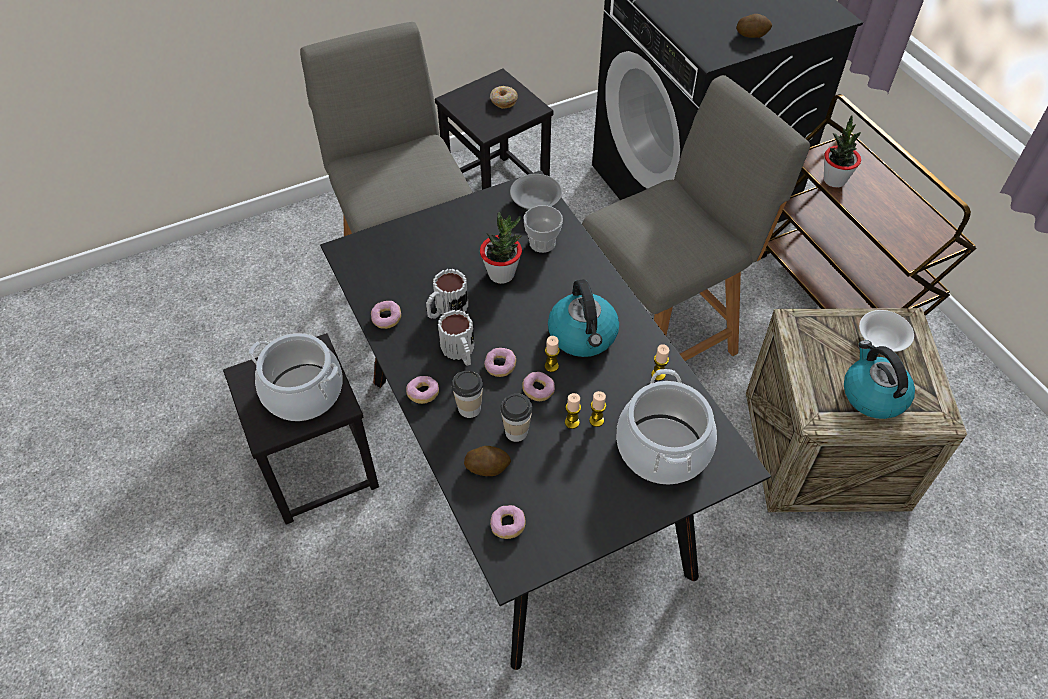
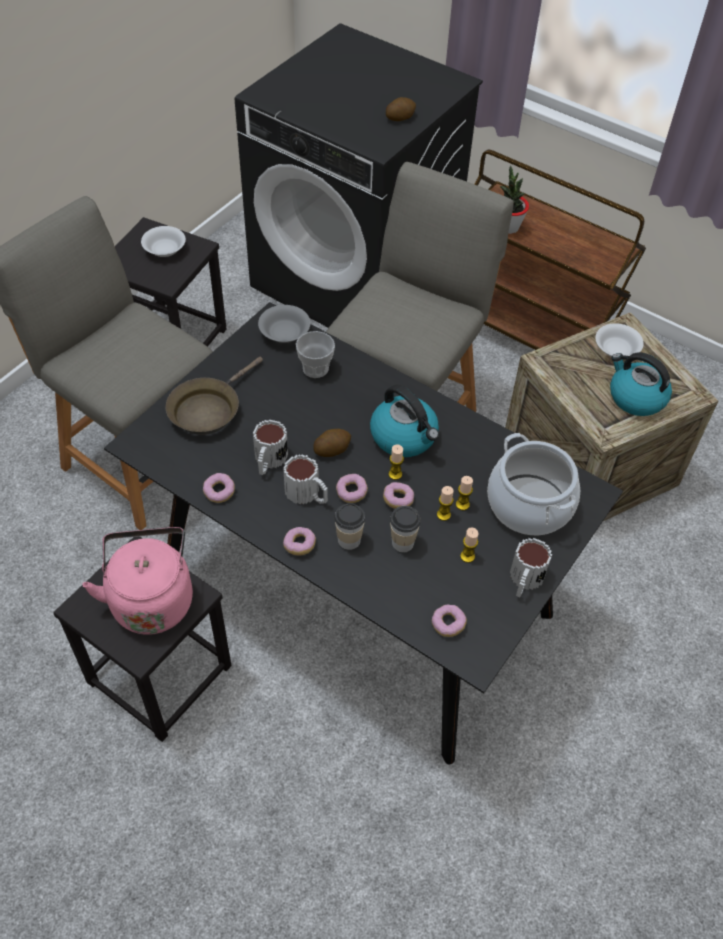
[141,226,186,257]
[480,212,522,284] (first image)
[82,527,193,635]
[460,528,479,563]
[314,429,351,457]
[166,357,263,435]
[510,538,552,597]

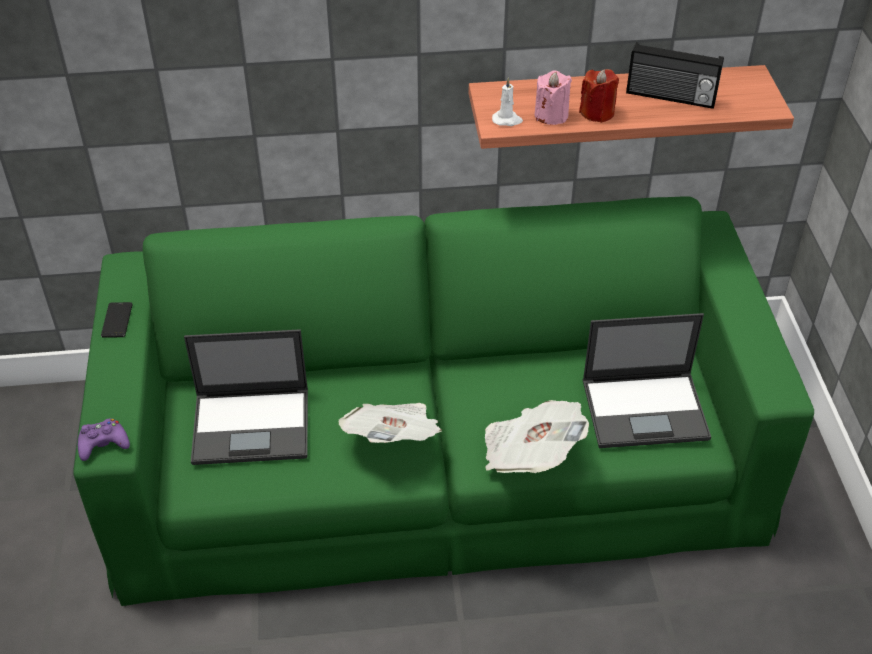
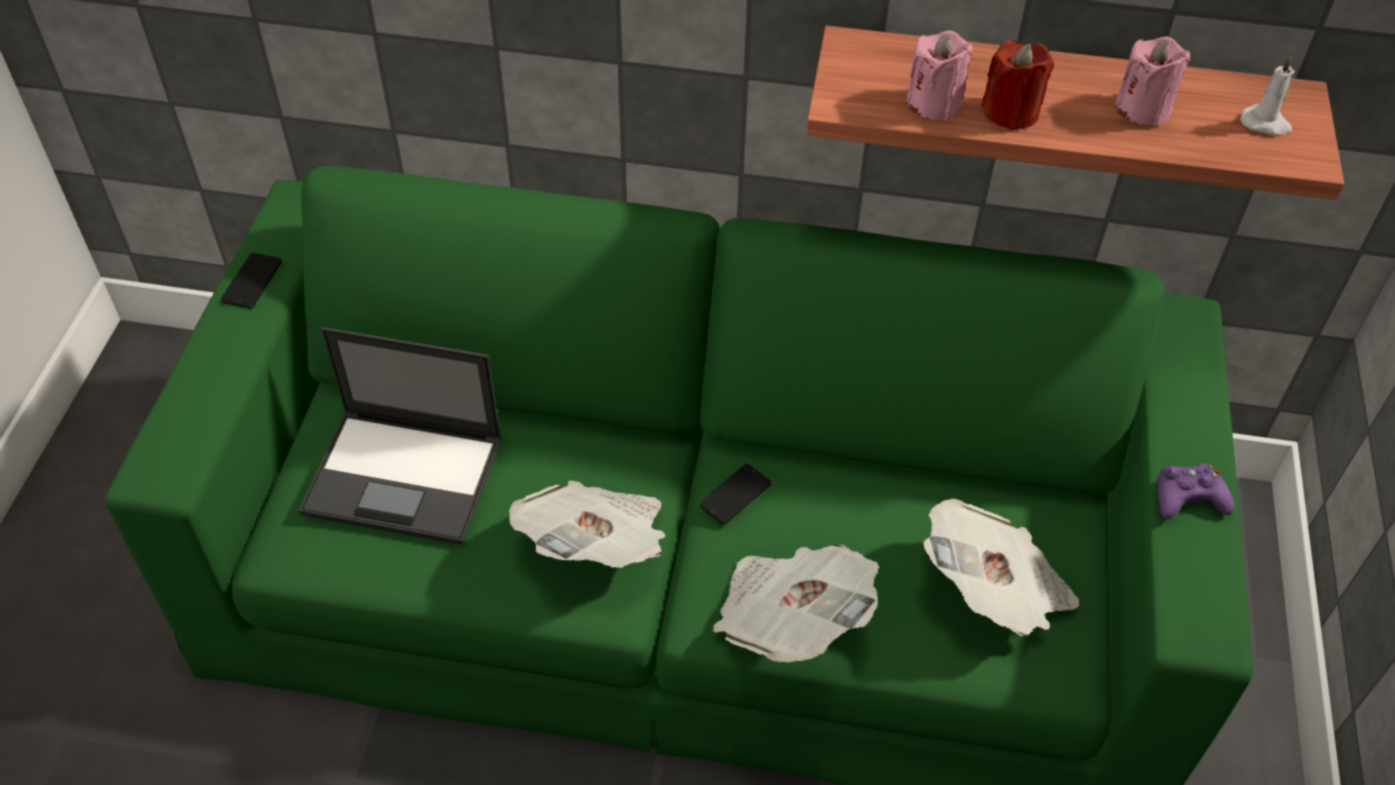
[1114,37,1190,126]
[1241,56,1295,135]
[923,499,1079,636]
[1157,463,1234,519]
[700,464,771,525]

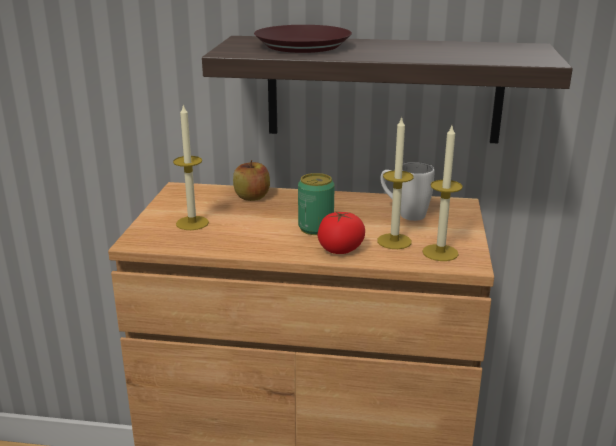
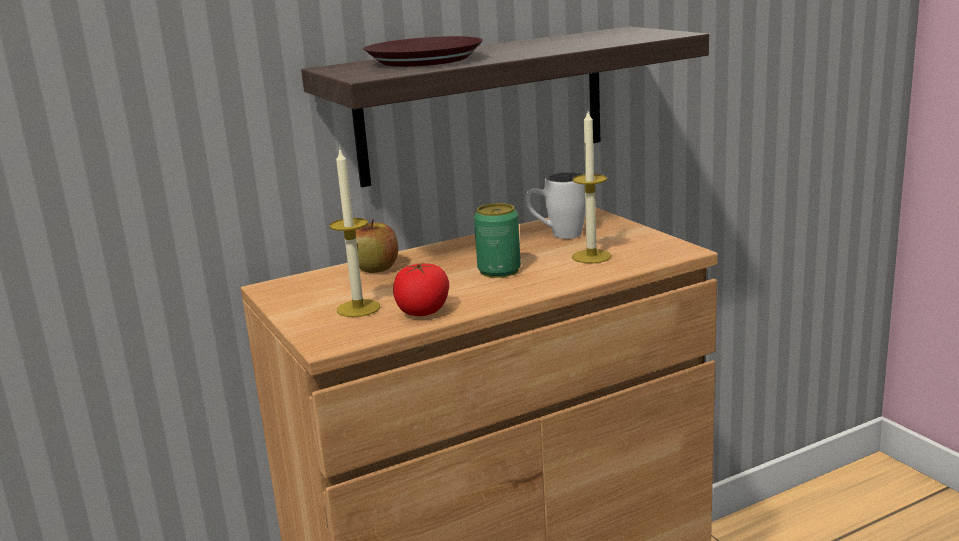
[423,126,463,261] (first image)
[393,263,449,316]

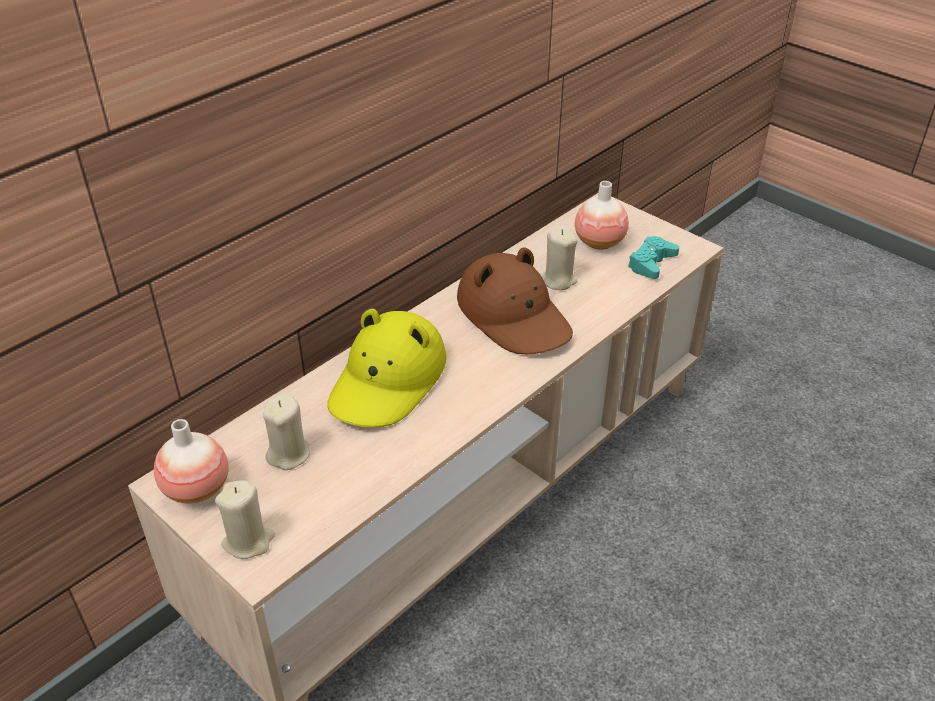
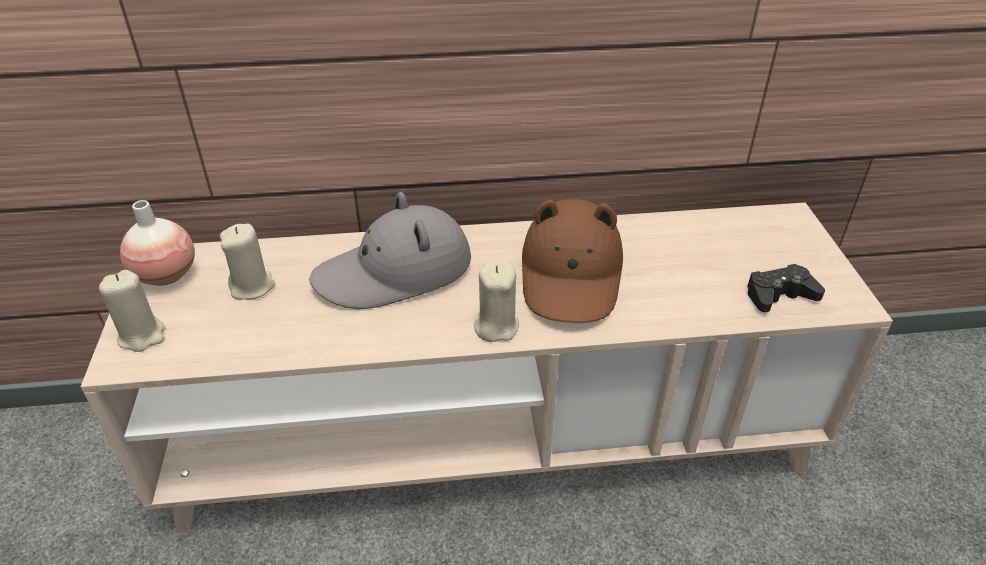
[575,181,629,250] (first image)
[474,260,519,342]
[747,264,825,312]
[309,192,471,309]

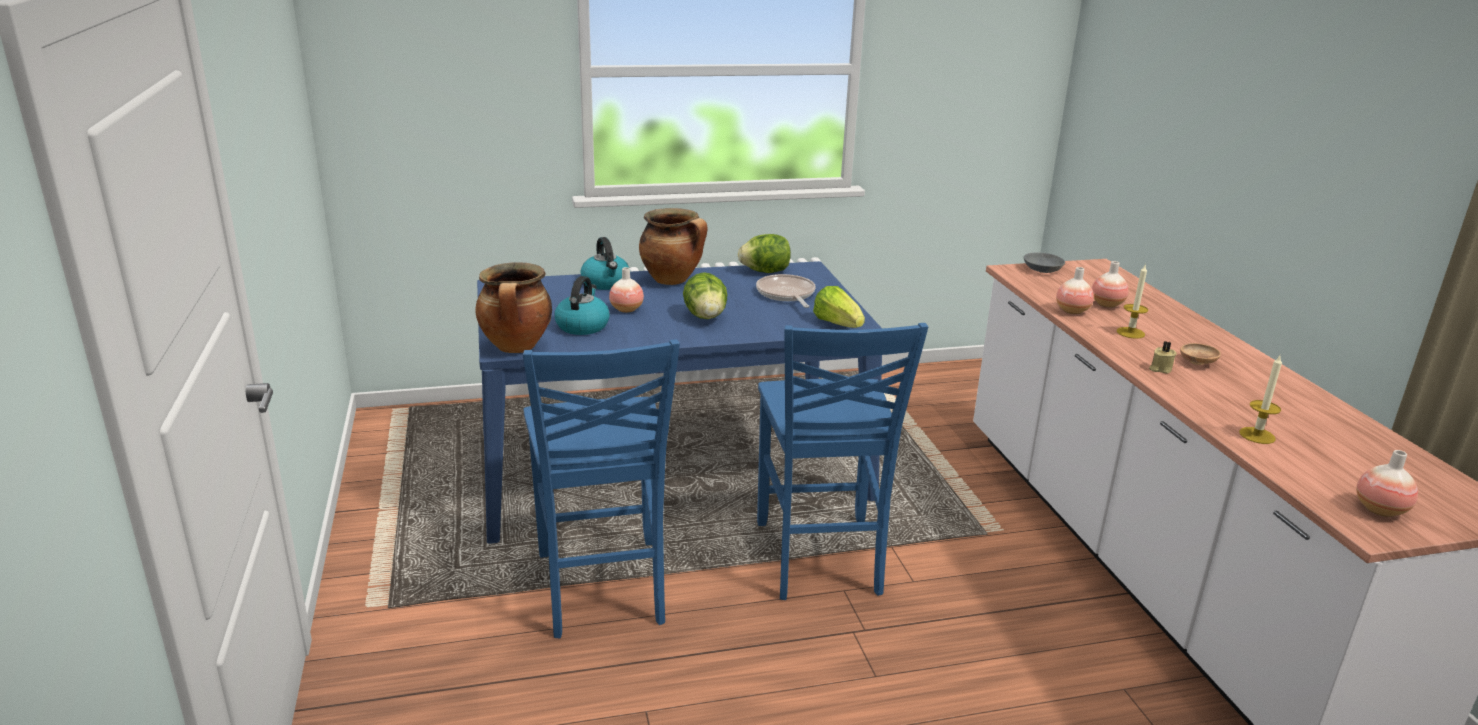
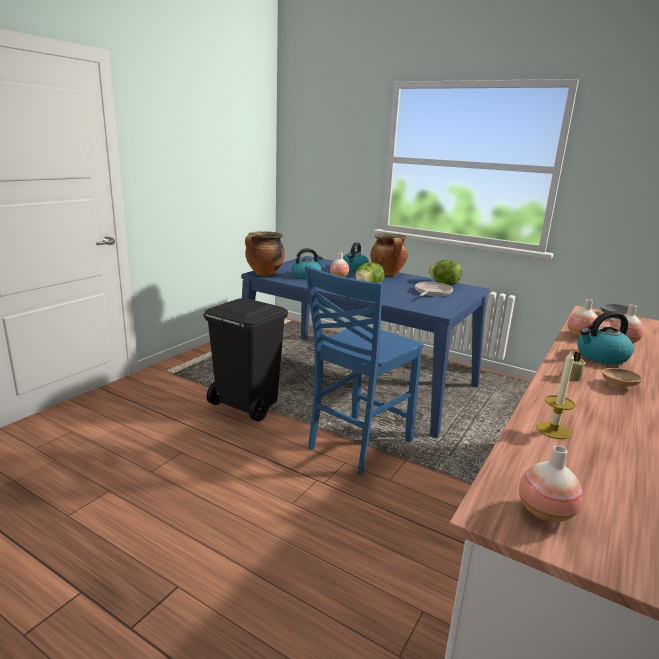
[578,311,634,365]
[813,286,865,328] (first image)
[203,298,288,421]

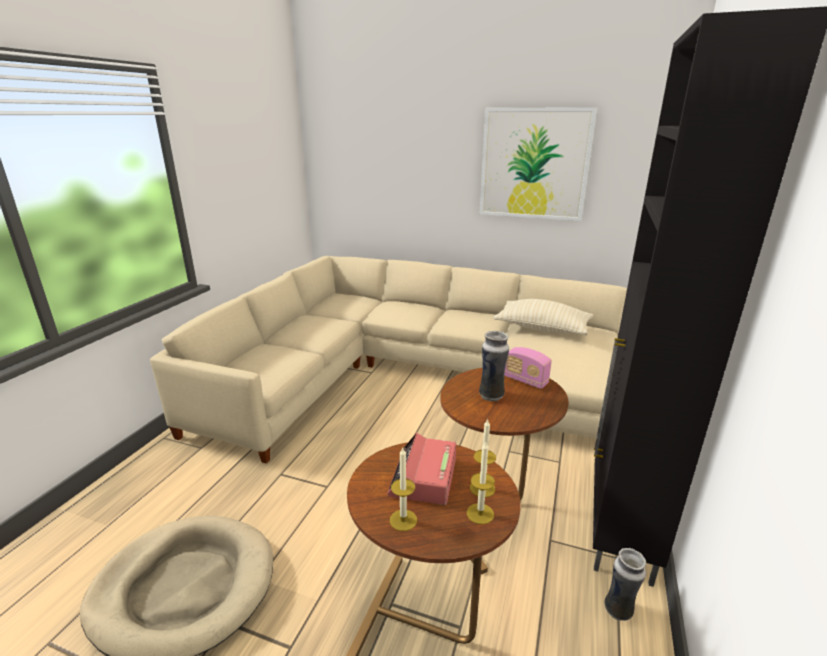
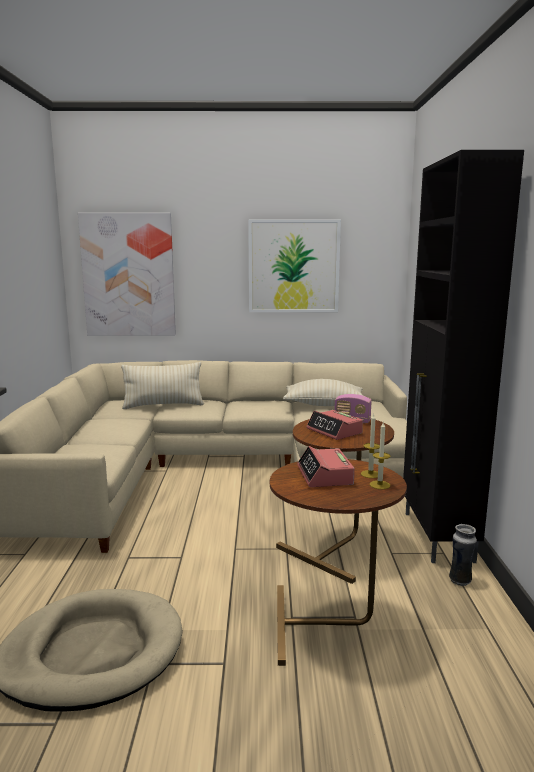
[306,410,363,440]
[390,446,417,531] (first image)
[78,213,176,336]
[121,362,204,409]

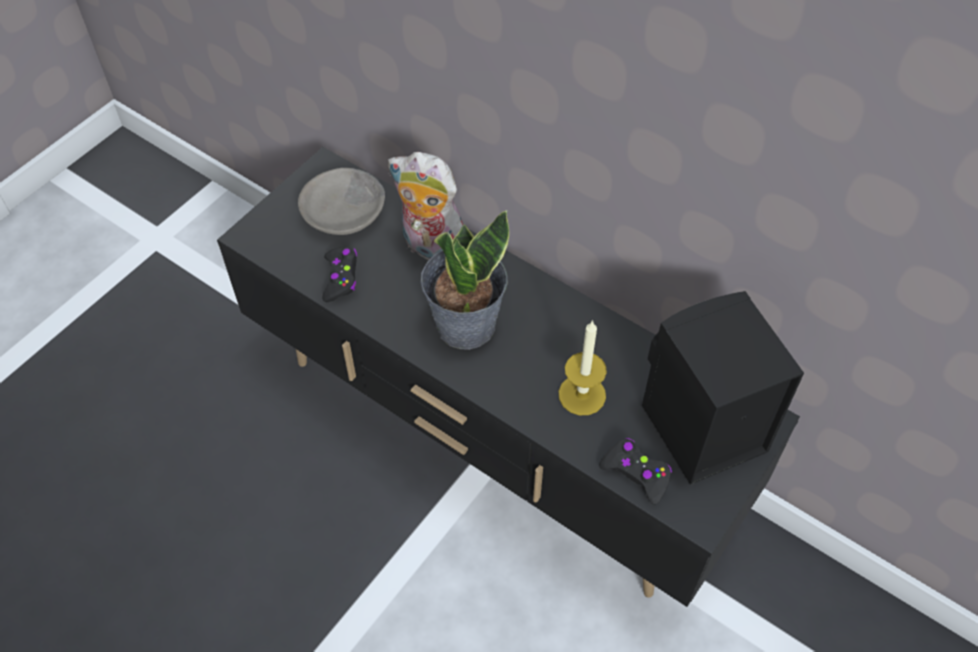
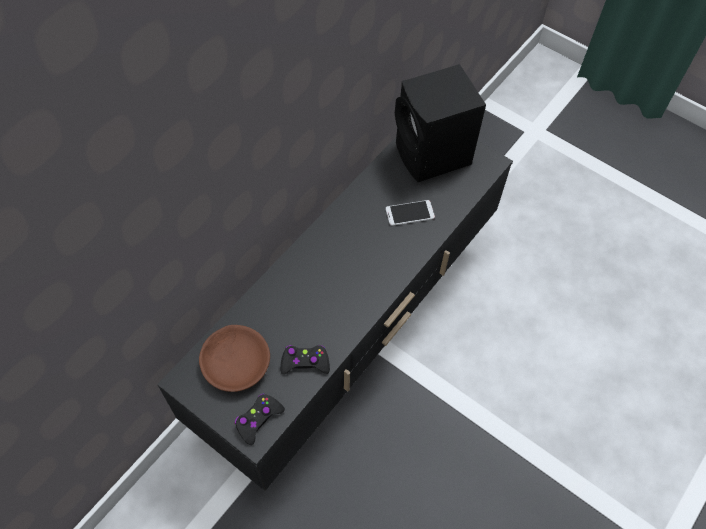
[388,152,463,261] (first image)
[199,325,270,392]
[421,210,509,350] (first image)
[386,200,435,226]
[235,394,285,445]

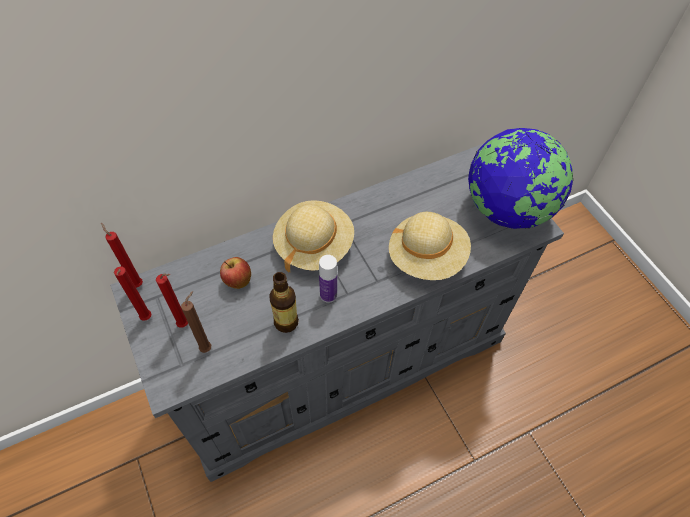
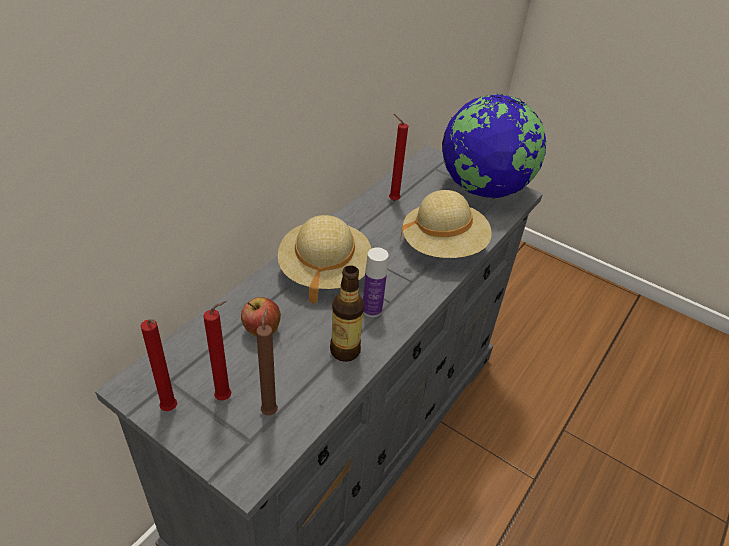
[389,114,408,201]

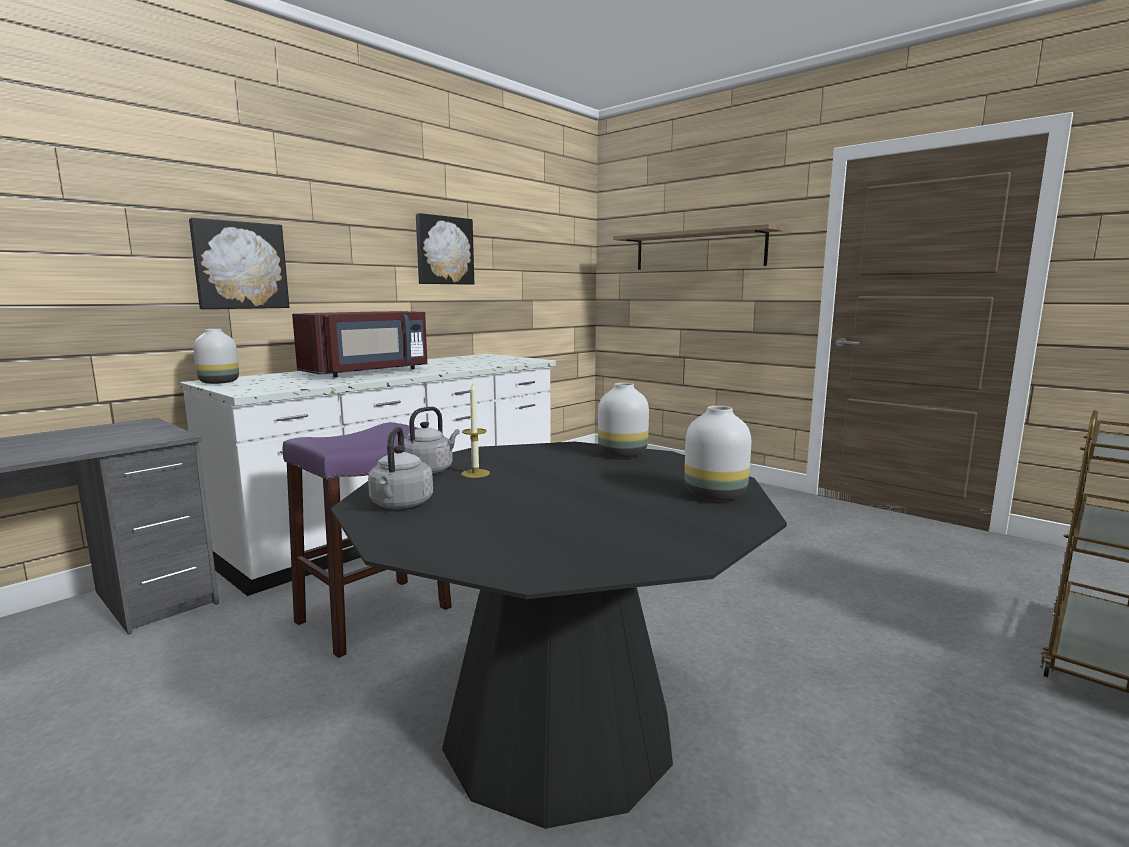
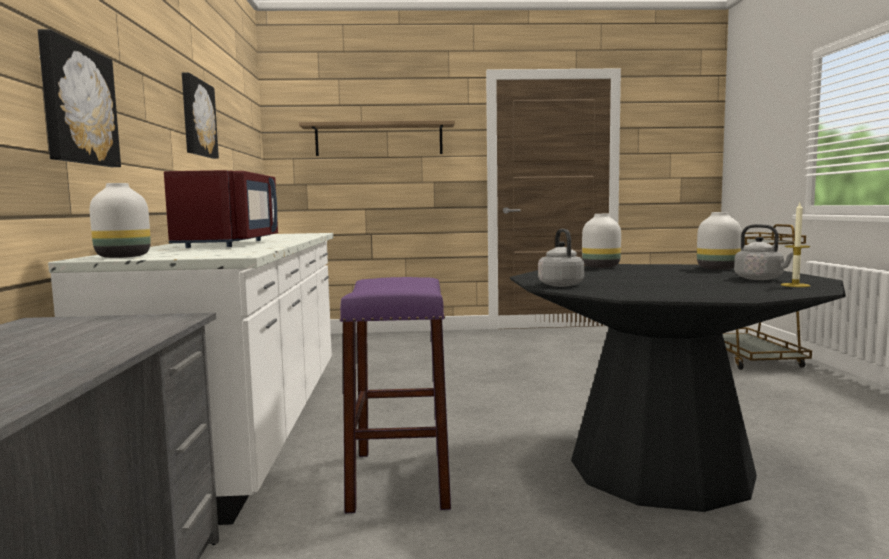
[781,203,810,287]
[734,224,794,280]

